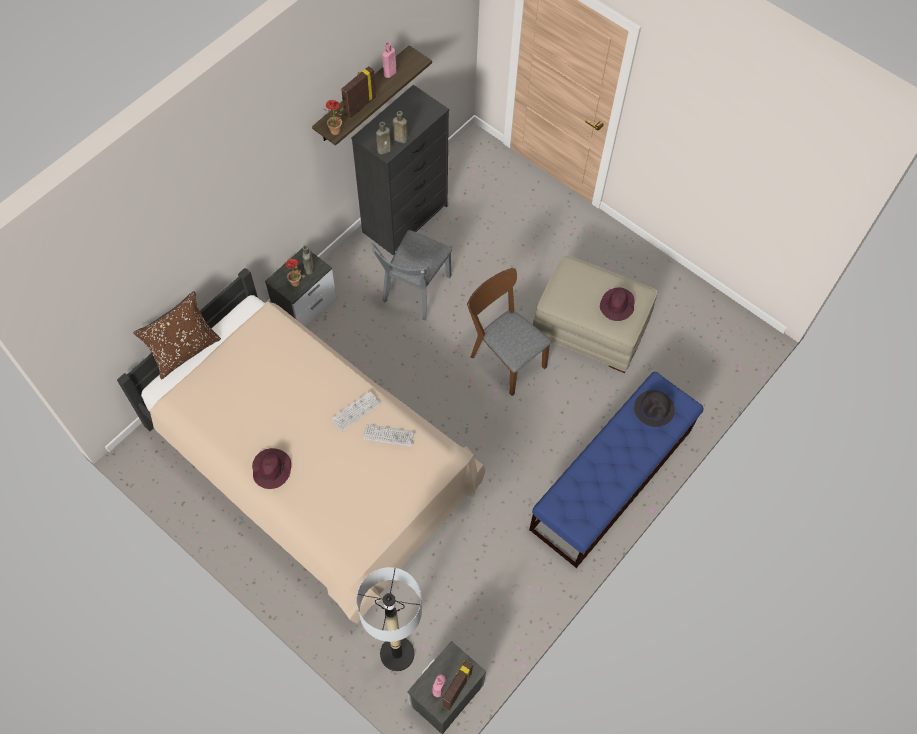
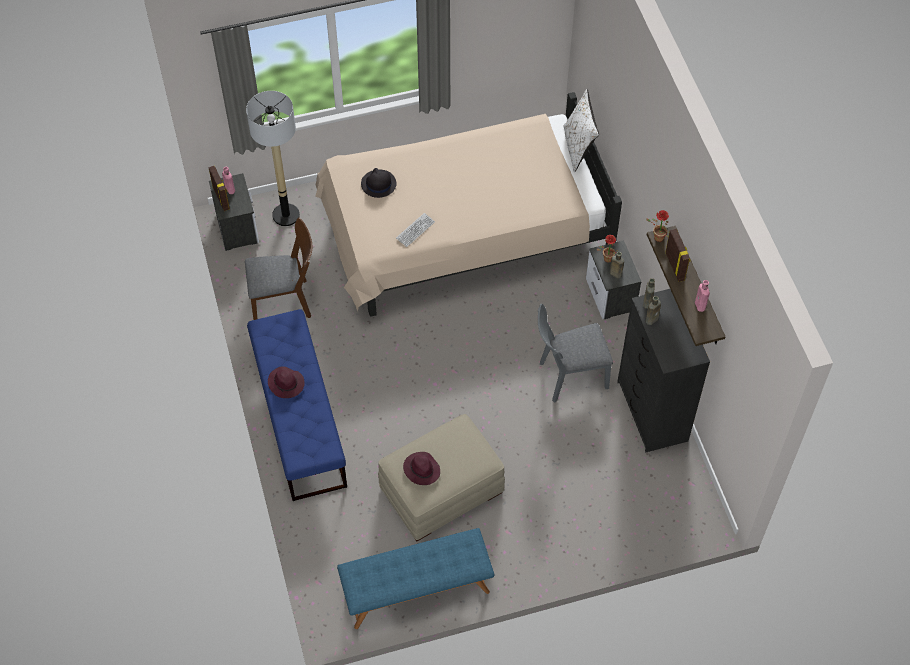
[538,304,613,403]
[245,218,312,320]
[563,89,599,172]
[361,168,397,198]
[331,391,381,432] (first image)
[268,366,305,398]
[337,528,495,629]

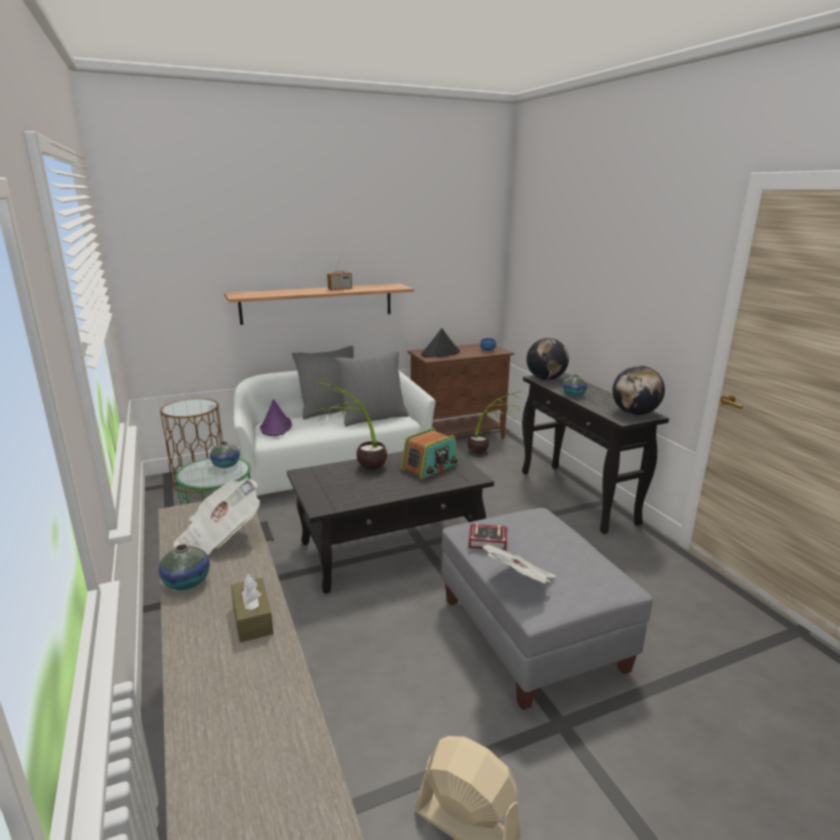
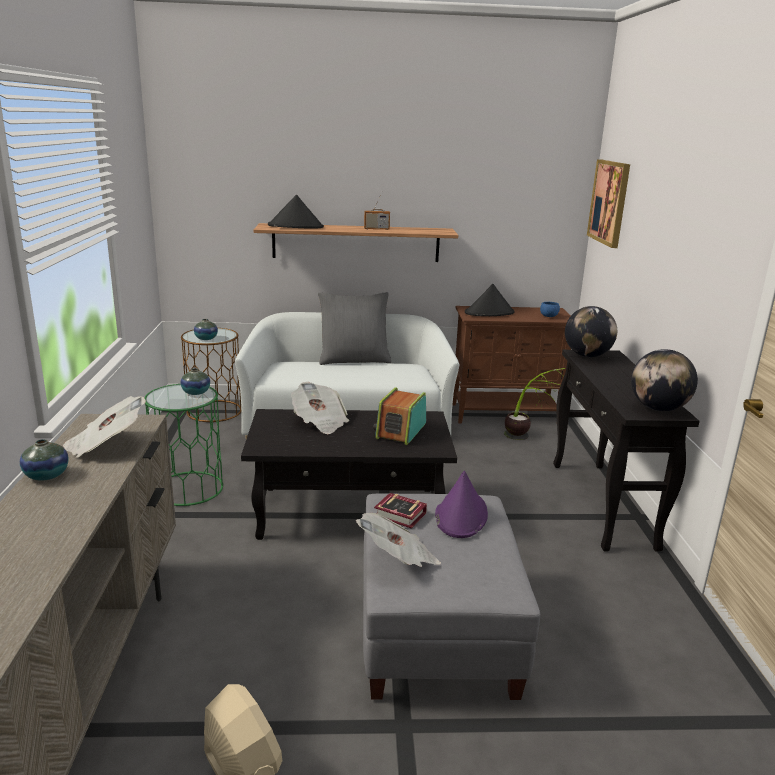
[335,351,409,426] (first image)
[194,319,218,340]
[291,382,349,434]
[435,471,488,538]
[373,387,426,445]
[231,574,273,642] (first image)
[587,159,630,248]
[268,195,324,229]

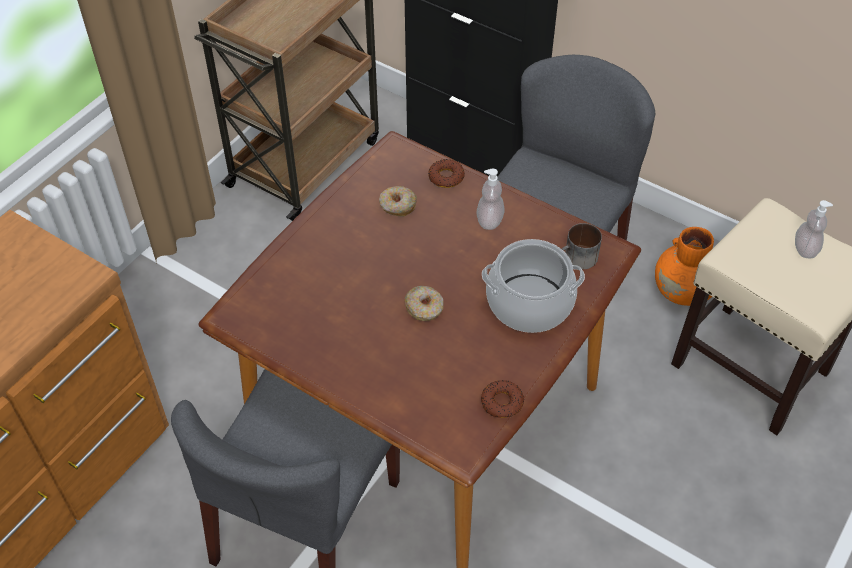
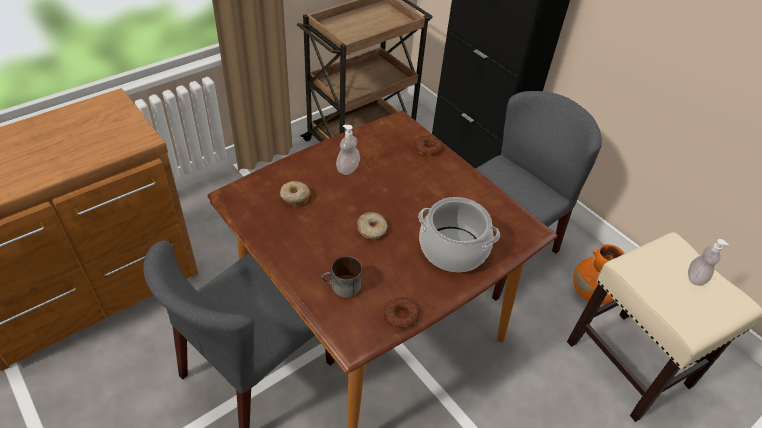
[336,125,360,175]
[280,181,310,206]
[321,256,362,298]

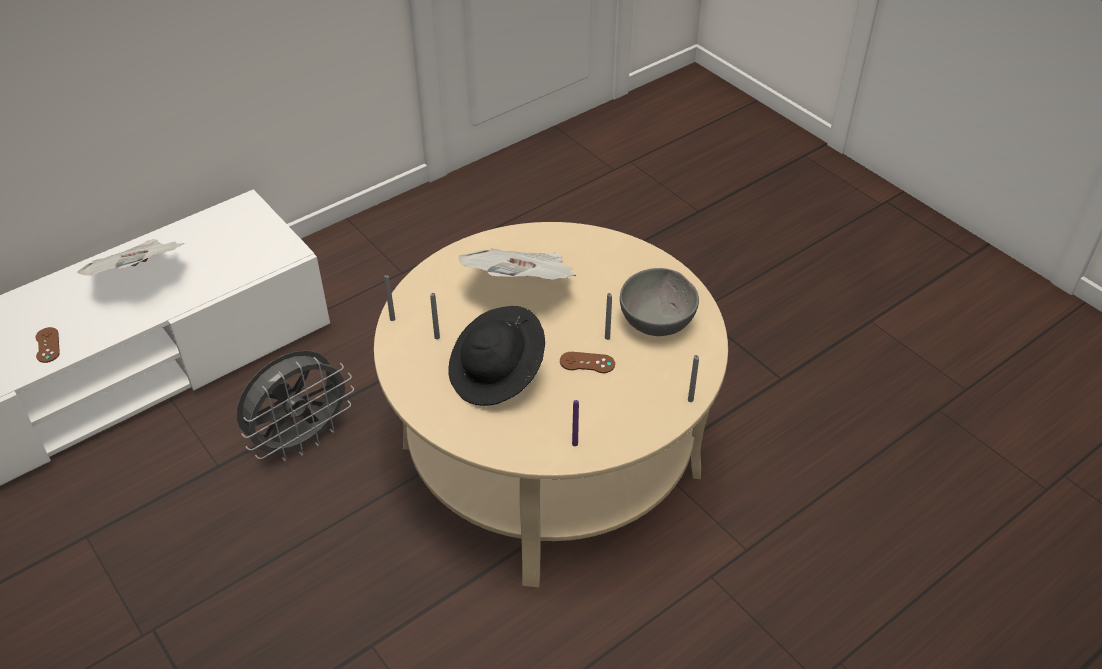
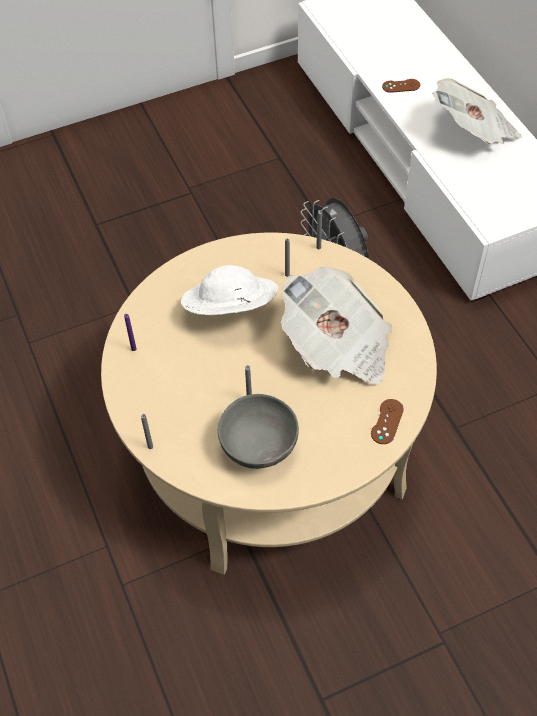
[181,265,278,315]
[371,399,404,444]

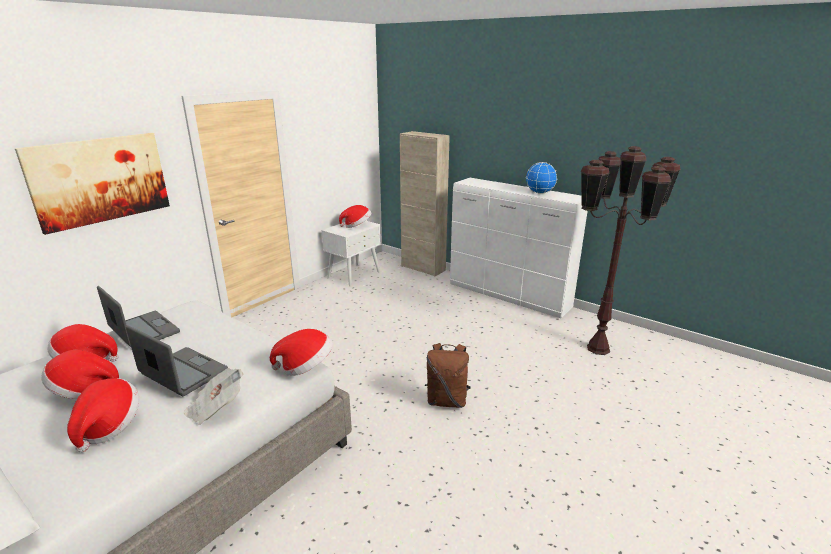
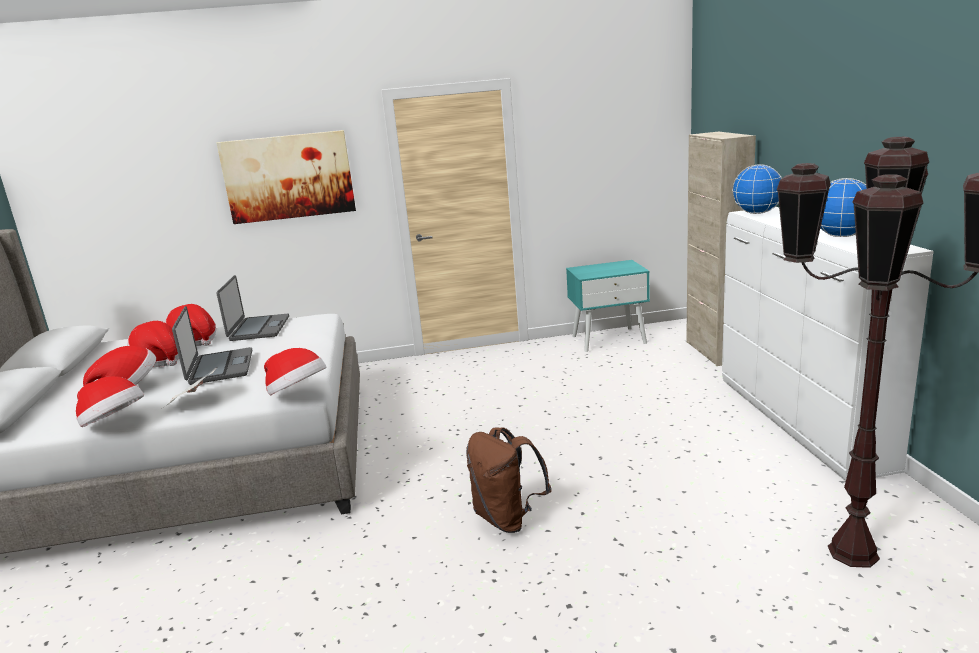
[76,376,144,427]
[566,260,650,352]
[732,164,782,214]

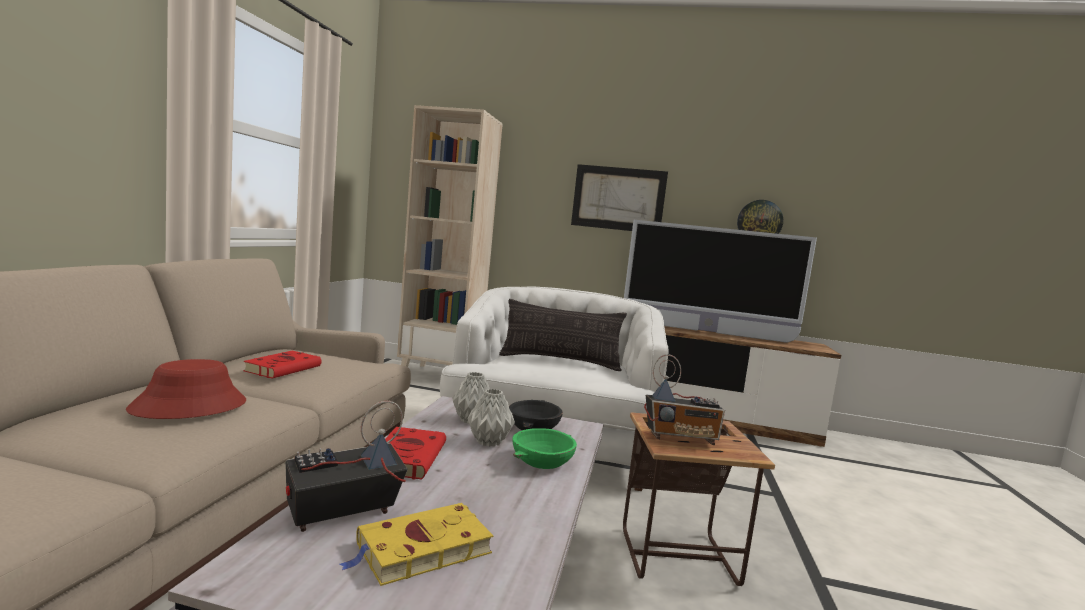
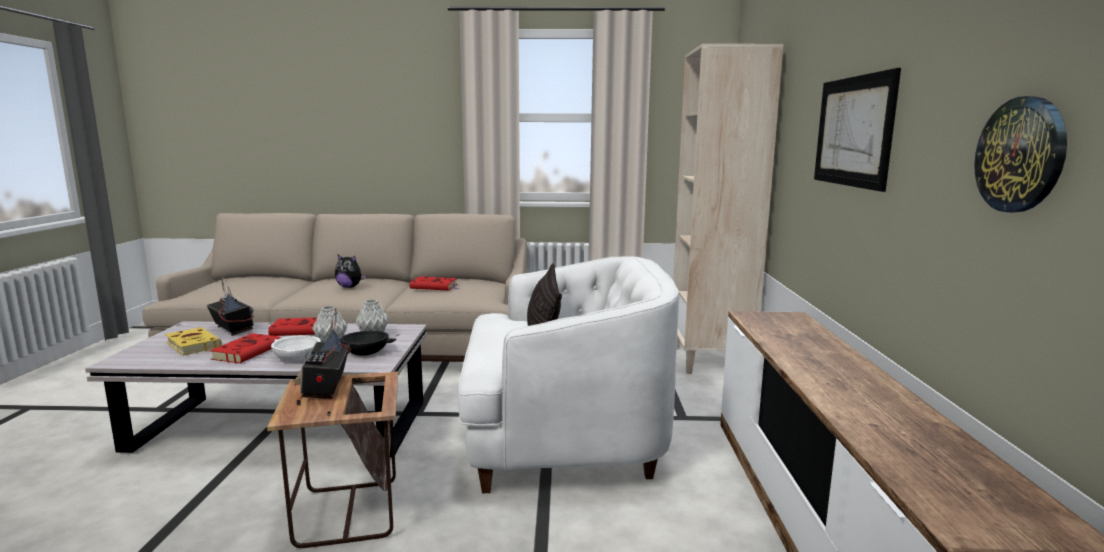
[624,220,817,343] (first image)
[335,255,366,288]
[271,335,321,362]
[210,333,281,363]

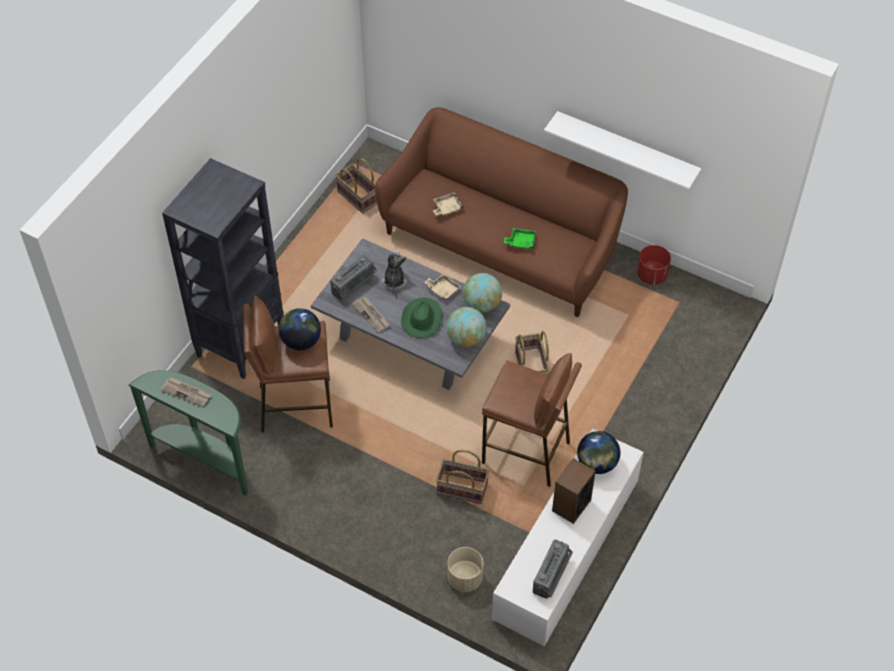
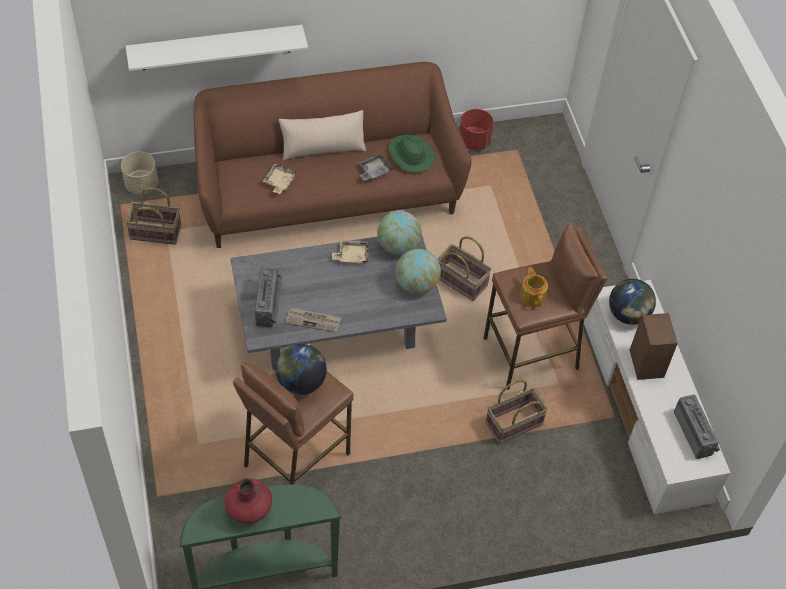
[126,25,308,71]
[162,158,284,379] (first image)
[359,153,394,181]
[382,250,407,290] (first image)
[388,135,435,173]
[225,478,272,524]
[121,152,158,195]
[279,110,366,160]
[520,267,548,307]

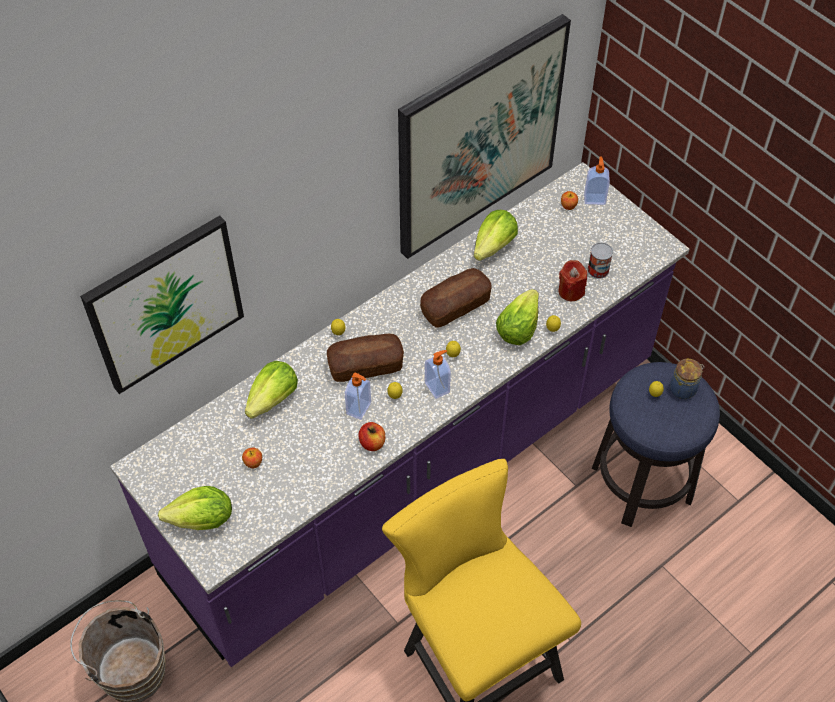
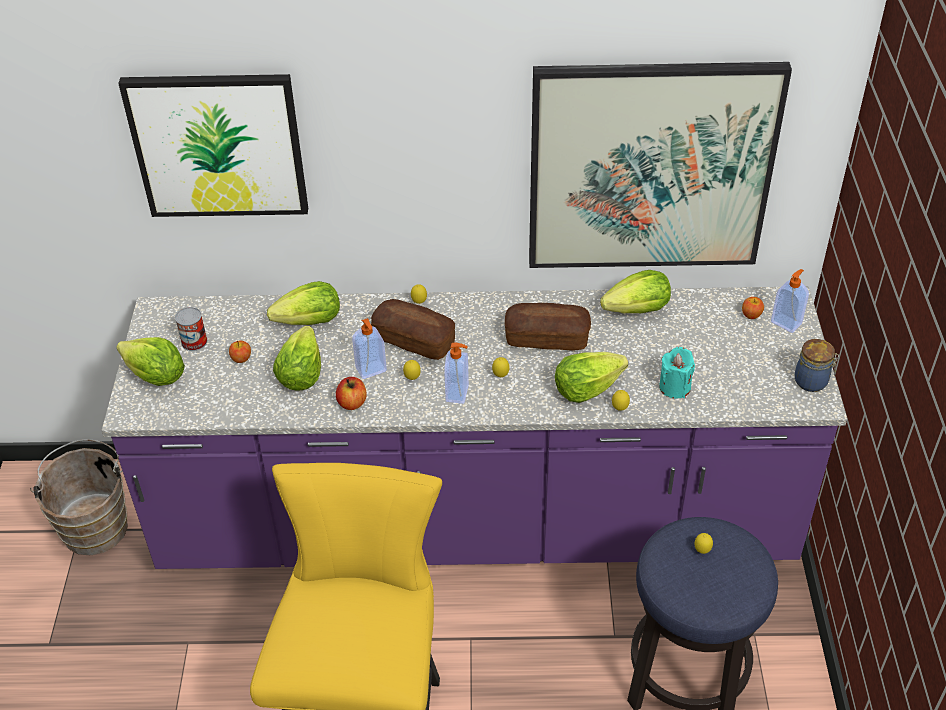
[175,307,207,351]
[659,347,695,399]
[795,339,839,392]
[273,326,321,391]

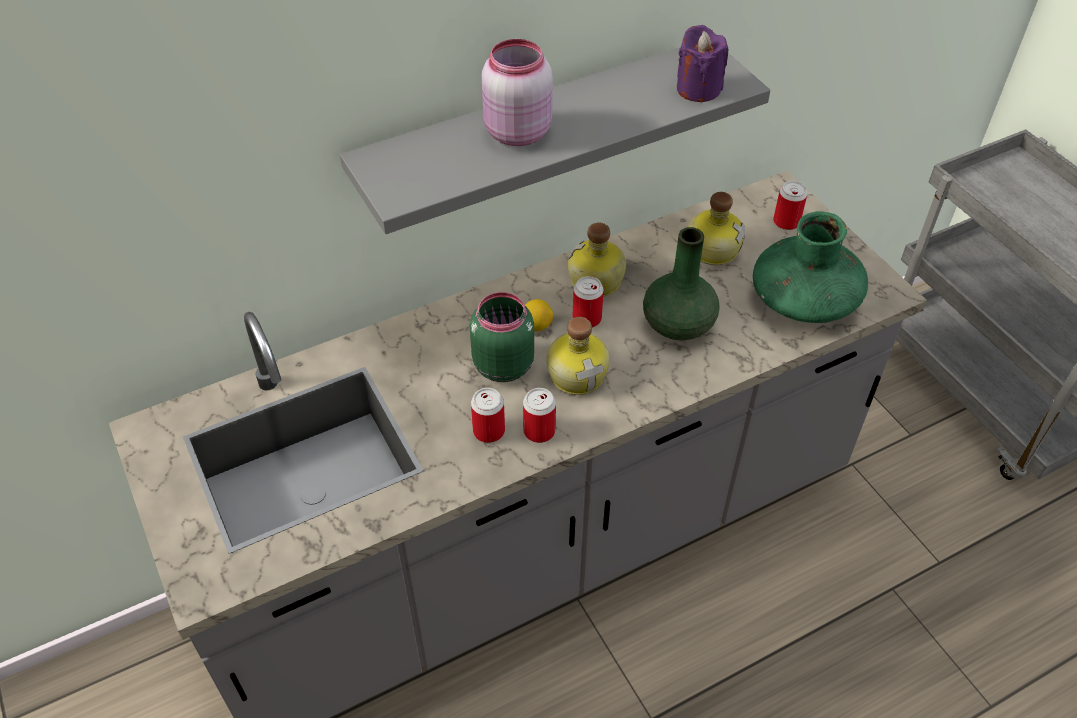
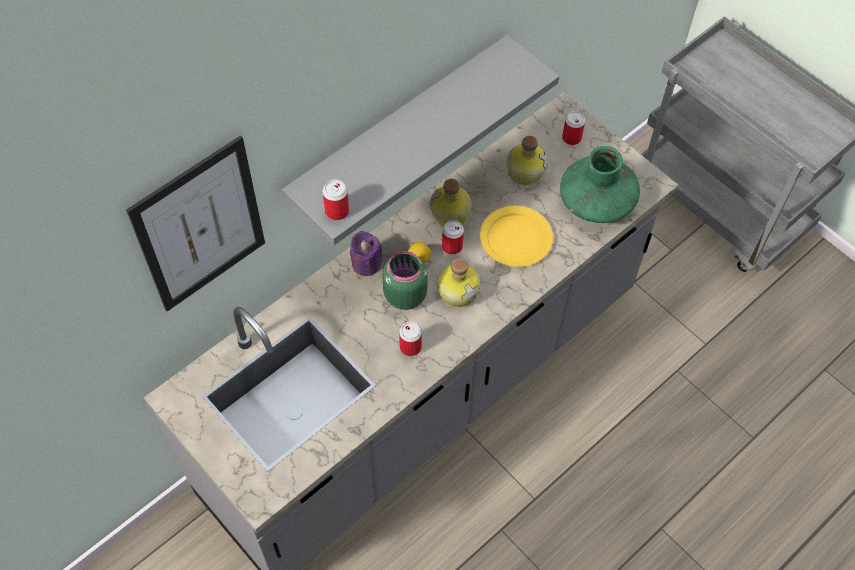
[350,231,382,276]
[482,39,553,146] (first image)
[480,206,553,267]
[323,179,349,220]
[126,135,265,311]

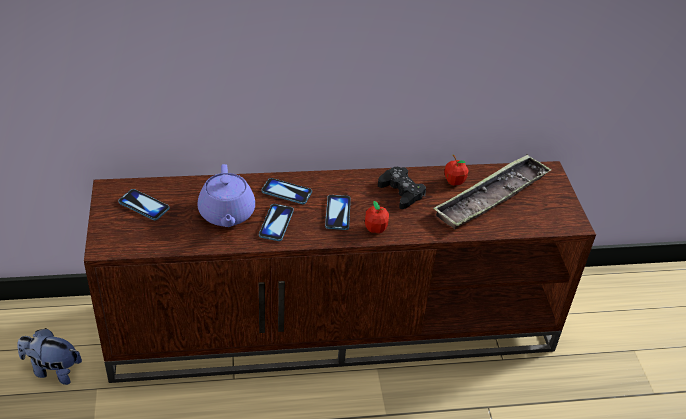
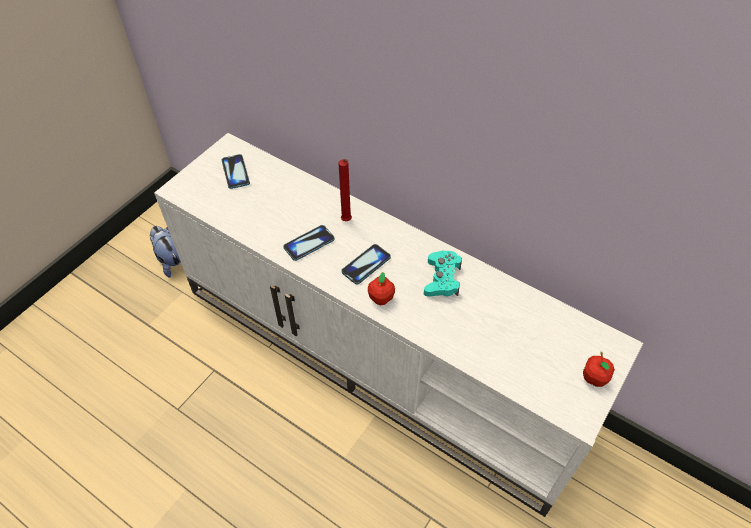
[433,154,552,229] (first image)
[583,352,615,387]
[154,133,643,517]
[198,164,255,227] (first image)
[424,251,462,297]
[338,159,352,221]

